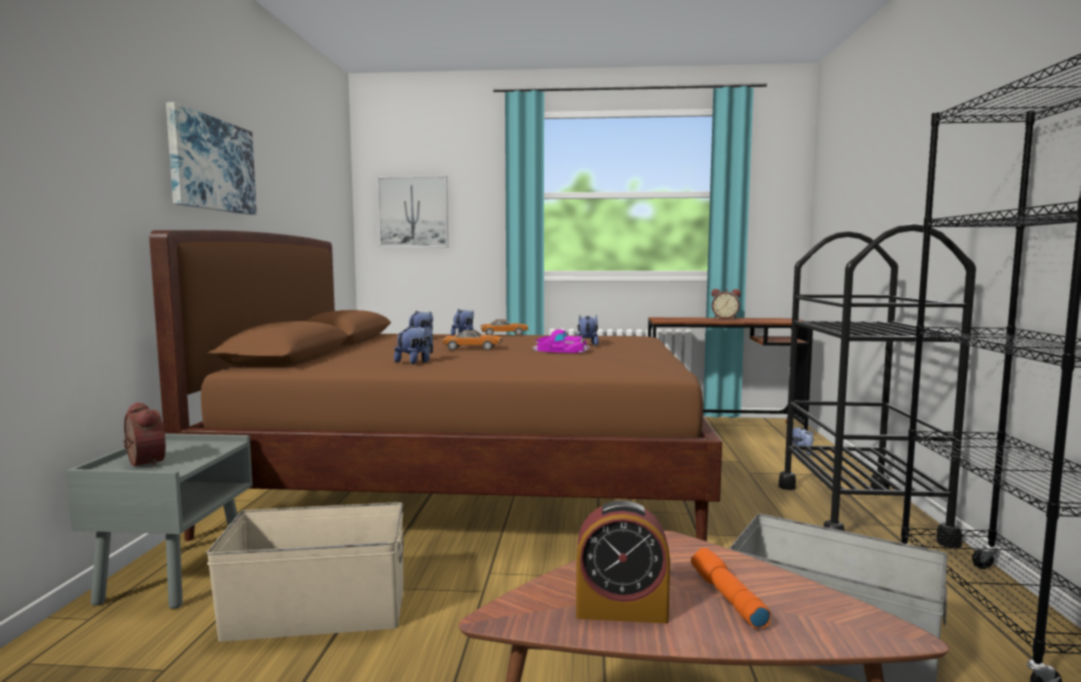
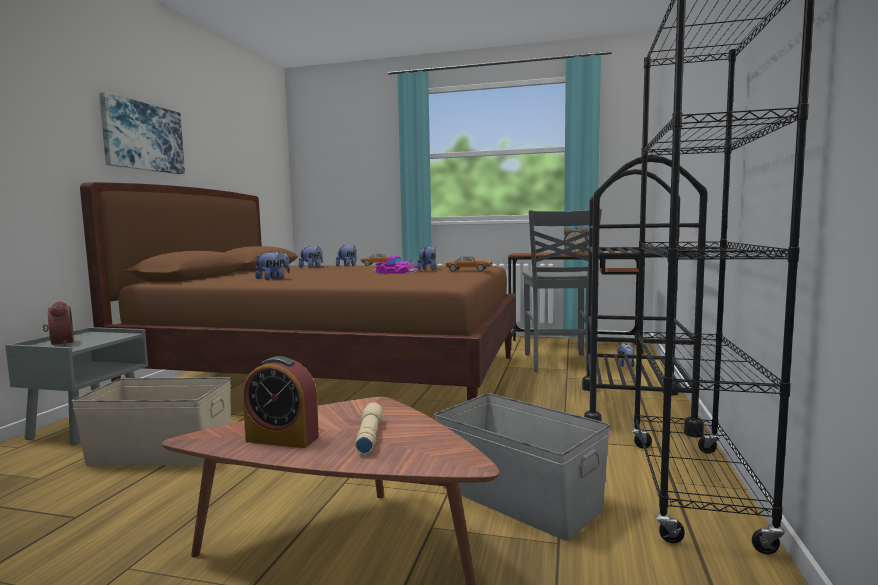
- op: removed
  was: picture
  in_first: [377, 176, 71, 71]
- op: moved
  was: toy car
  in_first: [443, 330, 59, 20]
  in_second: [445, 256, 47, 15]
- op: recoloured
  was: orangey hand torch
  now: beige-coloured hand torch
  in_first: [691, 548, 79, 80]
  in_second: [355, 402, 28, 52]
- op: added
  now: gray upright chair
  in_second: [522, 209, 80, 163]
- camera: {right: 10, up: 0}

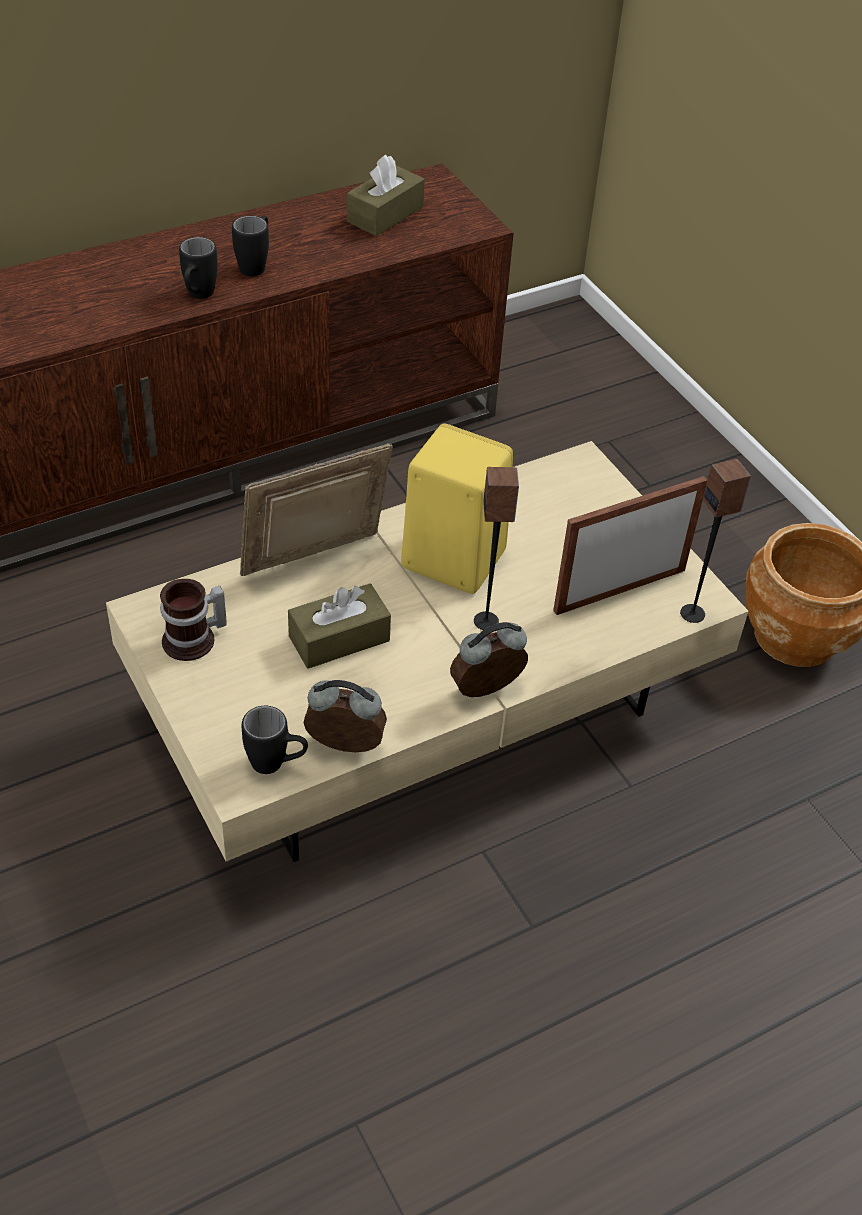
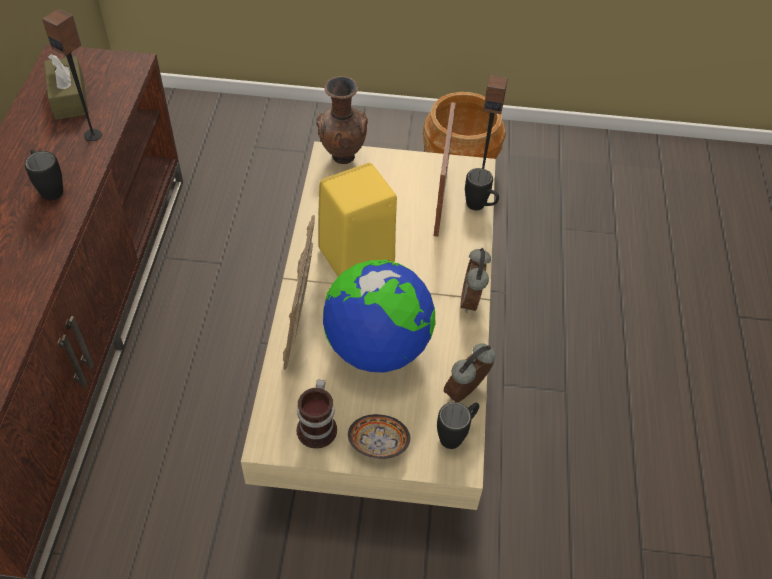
- op: moved
  was: black coffee mug
  in_first: [179, 237, 39, 62]
  in_second: [465, 168, 34, 42]
- op: moved
  was: speaker
  in_first: [474, 467, 45, 163]
  in_second: [42, 9, 60, 132]
- op: replaced
  was: brownish tissue box
  now: world globe
  in_first: [288, 584, 103, 85]
  in_second: [323, 260, 112, 113]
- op: added
  now: brownish flower vase
  in_second: [316, 76, 52, 88]
- op: added
  now: serving bowl
  in_second: [348, 414, 62, 45]
- camera: {right: -55, up: 5}

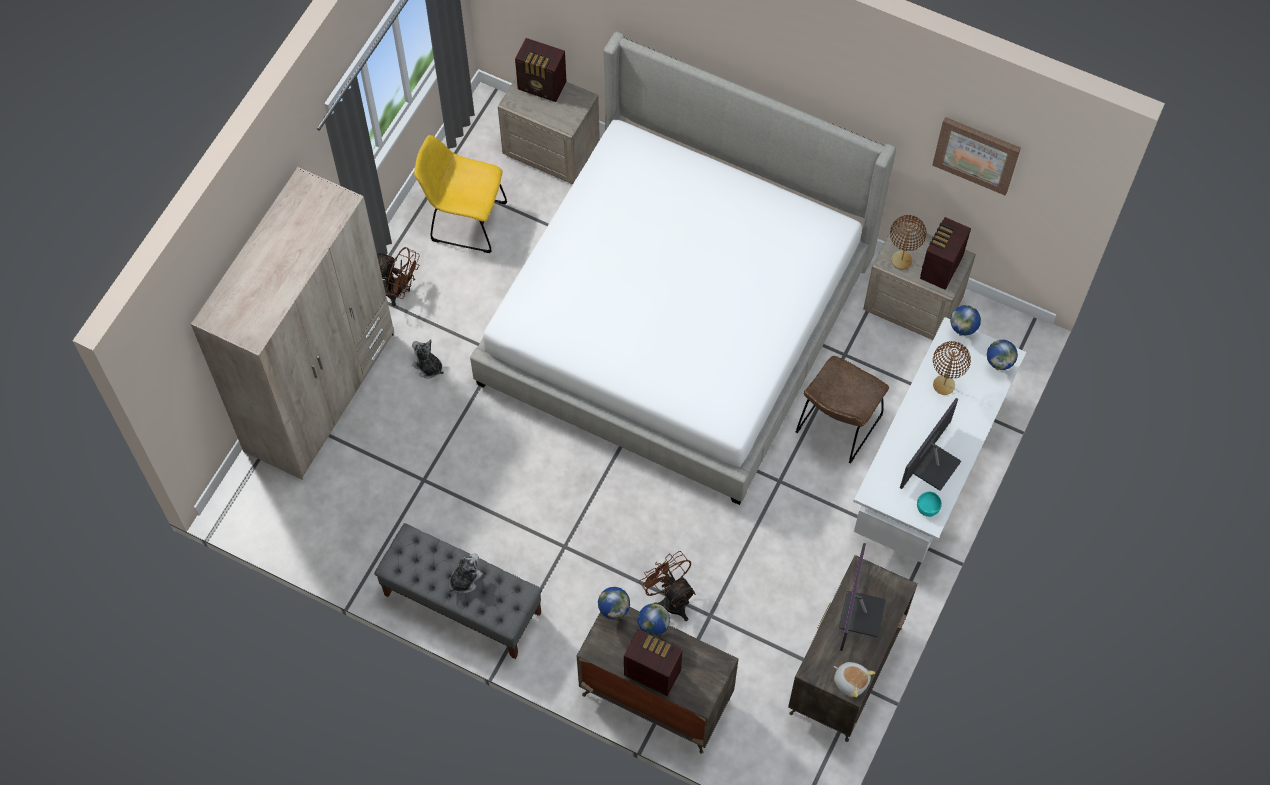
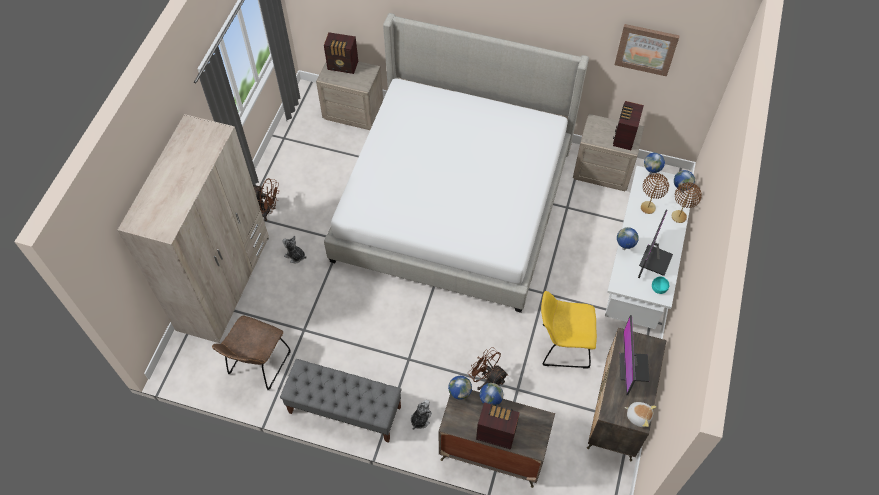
- op: moved
  was: yellow-coloured upright chair
  in_first: [414, 135, 93, 118]
  in_second: [541, 291, 56, 77]
- op: moved
  was: brownish lamp for a table
  in_first: [890, 215, 36, 54]
  in_second: [672, 182, 30, 41]
- op: moved
  was: brownish upright chair
  in_first: [796, 356, 93, 107]
  in_second: [212, 315, 79, 75]
- op: moved
  was: soft toy
  in_first: [449, 553, 34, 40]
  in_second: [411, 400, 21, 30]
- op: added
  now: world globe
  in_second: [617, 227, 22, 23]
- camera: {right: -10, up: -5}

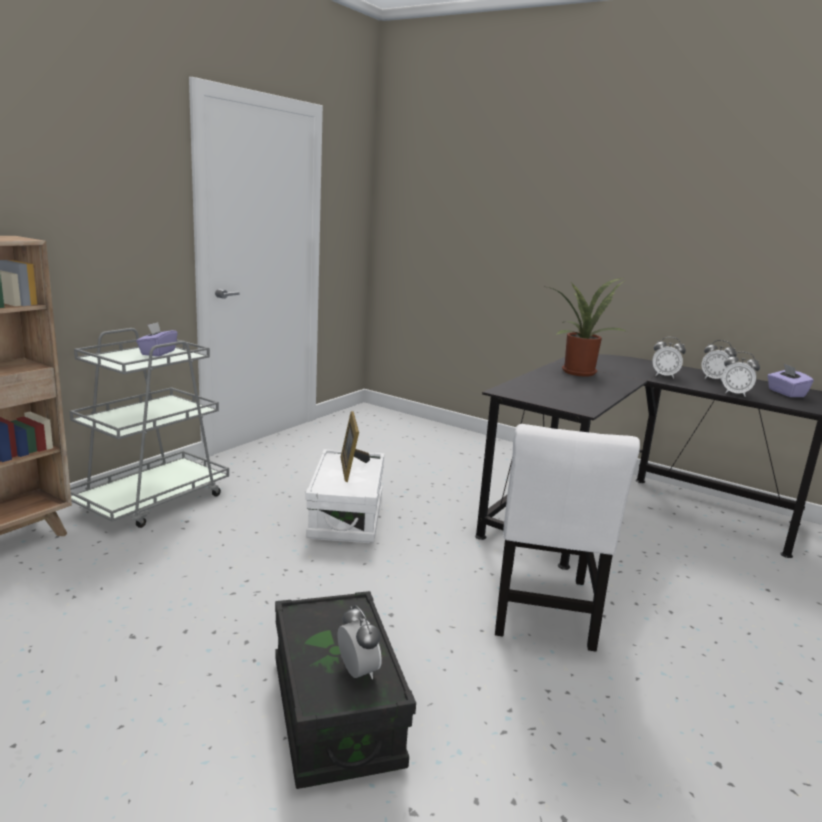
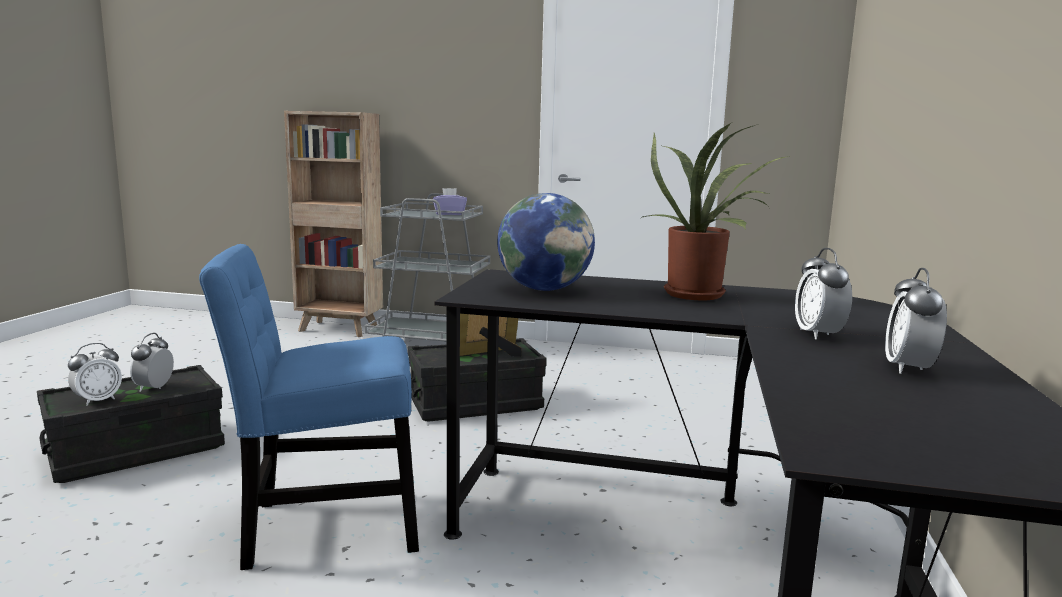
- op: moved
  was: alarm clock
  in_first: [722, 352, 38, 45]
  in_second: [130, 333, 44, 59]
- op: removed
  was: purple tissue box
  in_first: [767, 364, 47, 33]
- op: recoloured
  was: white upright chair
  now: blue-coloured upright chair
  in_first: [495, 424, 145, 228]
  in_second: [199, 244, 220, 326]
- op: recoloured
  was: white storage box
  now: black storage box
  in_first: [305, 449, 79, 94]
  in_second: [408, 338, 139, 84]
- op: added
  now: world globe
  in_second: [497, 193, 98, 98]
- camera: {right: 70, up: -5}

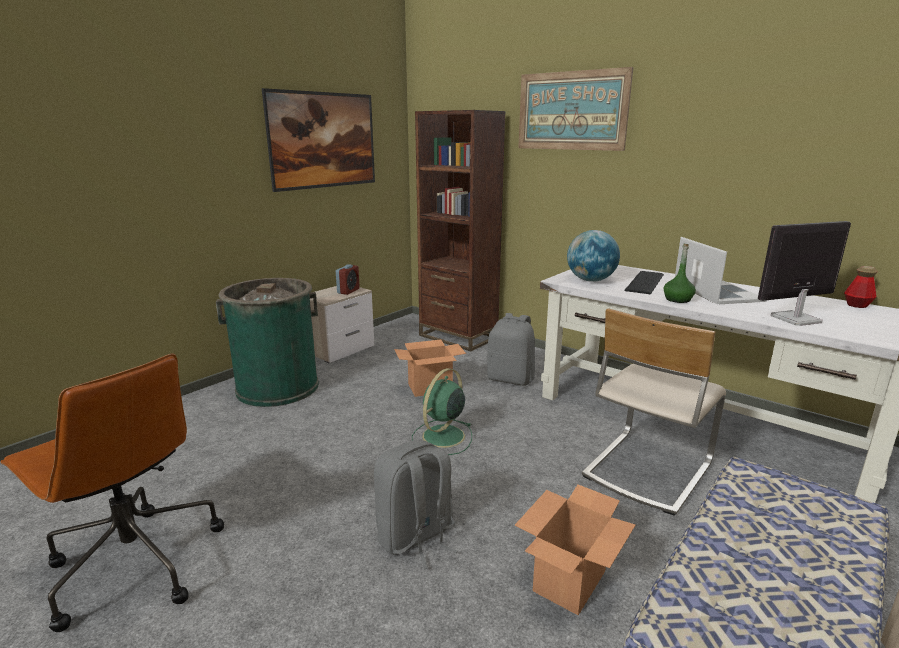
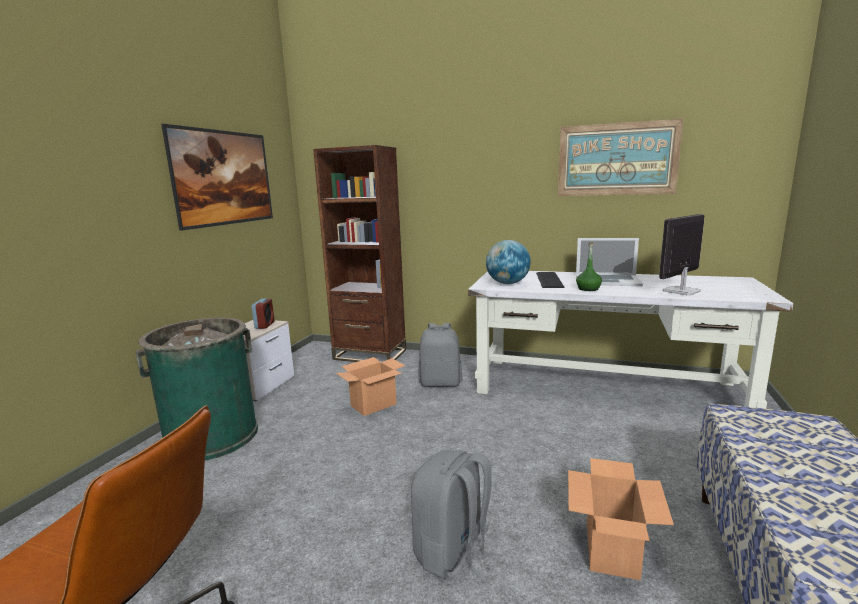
- op: moved
  was: picture
  in_first: [518, 67, 115, 84]
  in_second: [558, 119, 125, 77]
- op: turned
  was: laptop
  in_first: [675, 237, 92, 67]
  in_second: [576, 238, 67, 48]
  clockwise: 135
- op: removed
  was: beverage bottle
  in_first: [844, 266, 34, 42]
- op: removed
  was: beige-coloured upright chair
  in_first: [582, 309, 144, 207]
- op: removed
  was: greenish cooling fan
  in_first: [412, 368, 60, 87]
- camera: {right: -20, up: -5}

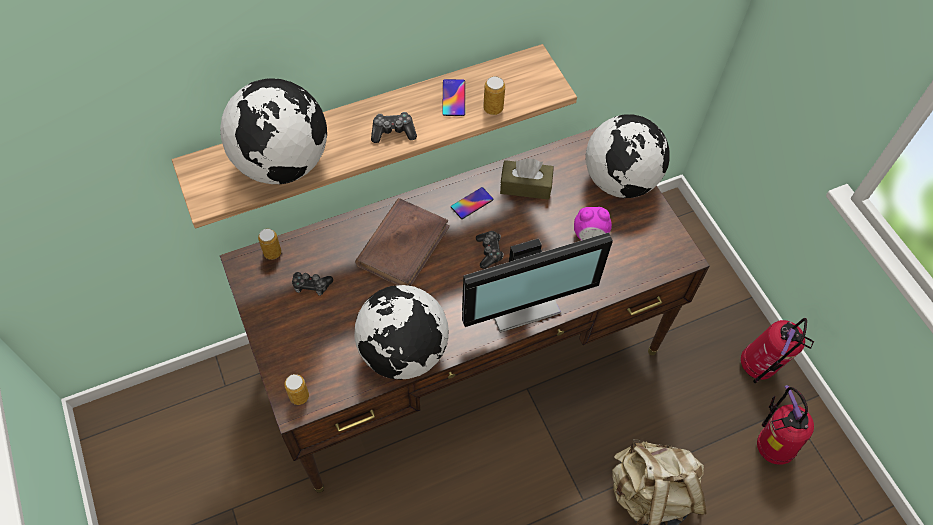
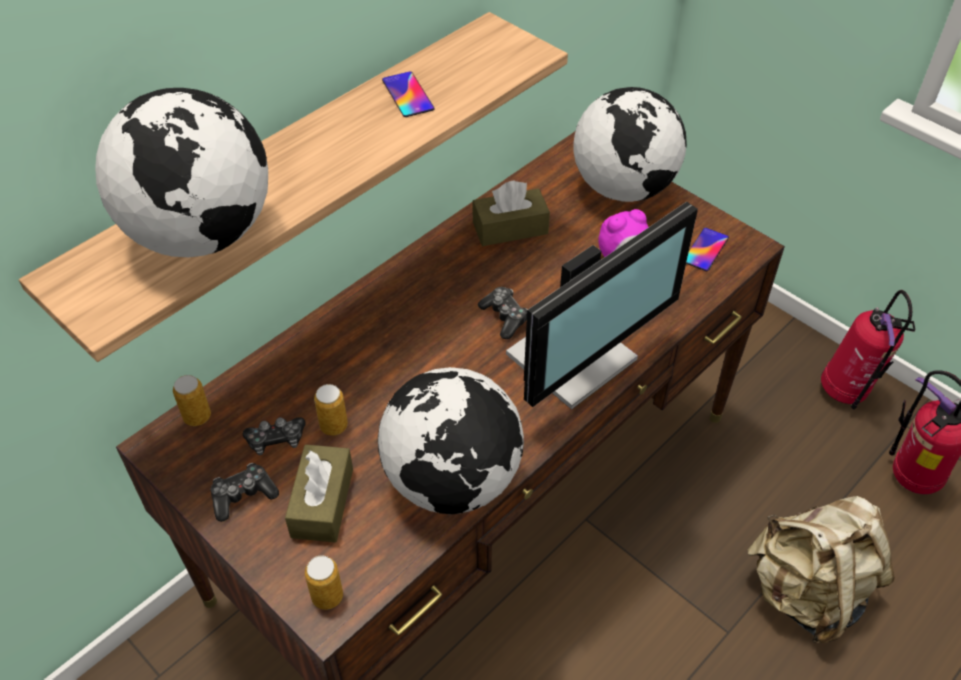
- op: moved
  was: can
  in_first: [483, 76, 22, 39]
  in_second: [314, 384, 34, 52]
- op: moved
  was: game controller
  in_first: [371, 112, 46, 31]
  in_second: [210, 463, 69, 59]
- op: moved
  was: telephone
  in_first: [451, 187, 43, 32]
  in_second: [686, 228, 43, 43]
- op: removed
  was: brownish volume
  in_first: [355, 198, 95, 88]
- op: added
  now: brownish tissue box
  in_second: [285, 444, 68, 99]
- camera: {right: -20, up: -10}

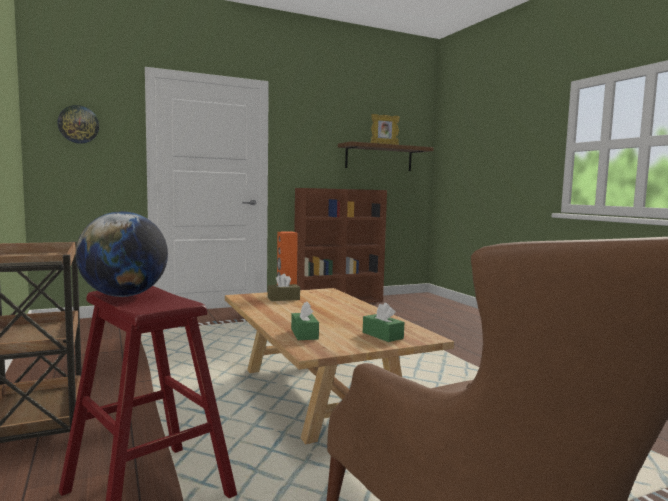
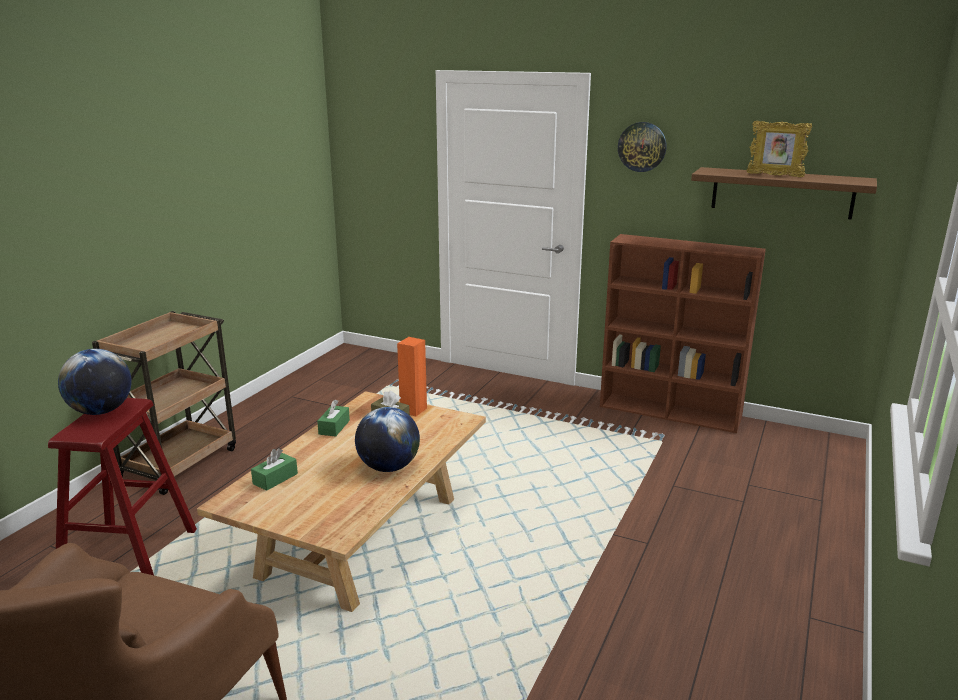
- op: moved
  was: wall clock
  in_first: [57, 105, 42, 39]
  in_second: [618, 122, 49, 50]
- op: moved
  was: greenish tissue box
  in_first: [363, 303, 41, 39]
  in_second: [317, 400, 33, 36]
- op: added
  now: world globe
  in_second: [355, 407, 65, 65]
- camera: {right: 50, up: 15}

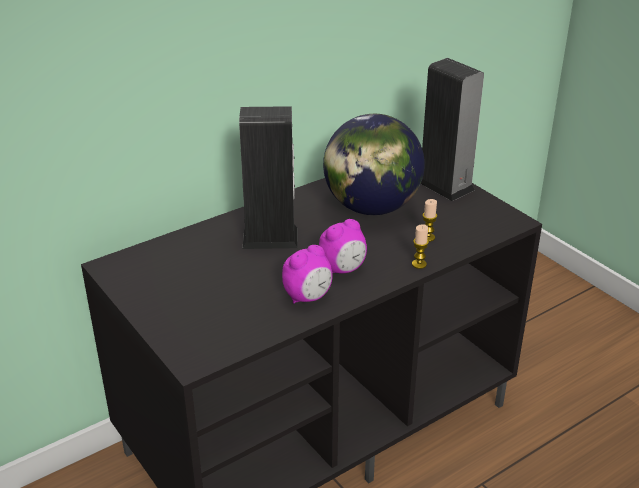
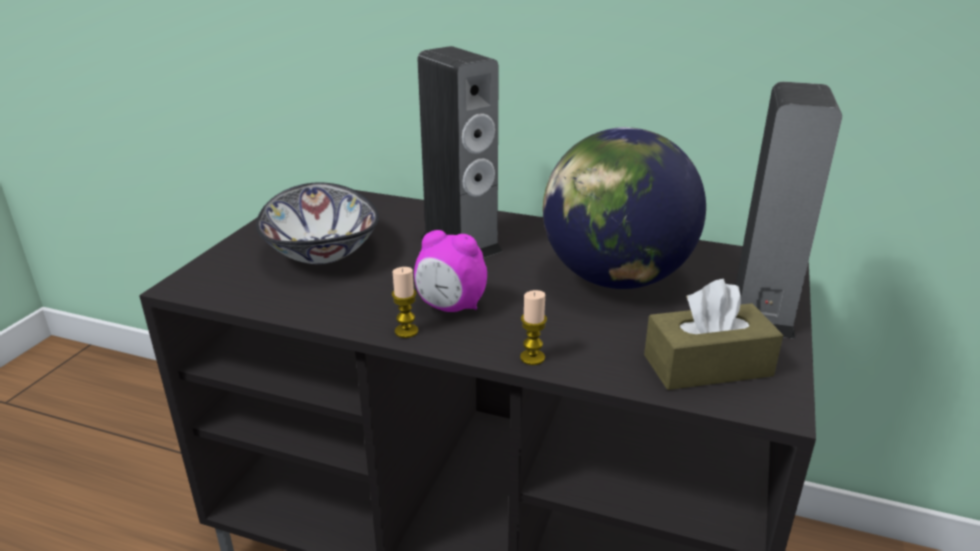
- op: moved
  was: wax light
  in_first: [423, 199, 14, 43]
  in_second: [392, 267, 26, 71]
- op: removed
  was: alarm clock
  in_first: [282, 245, 51, 59]
- op: added
  now: serving bowl
  in_second: [256, 182, 123, 82]
- op: added
  now: brownish tissue box
  in_second: [644, 279, 139, 111]
- camera: {right: 55, up: -5}

